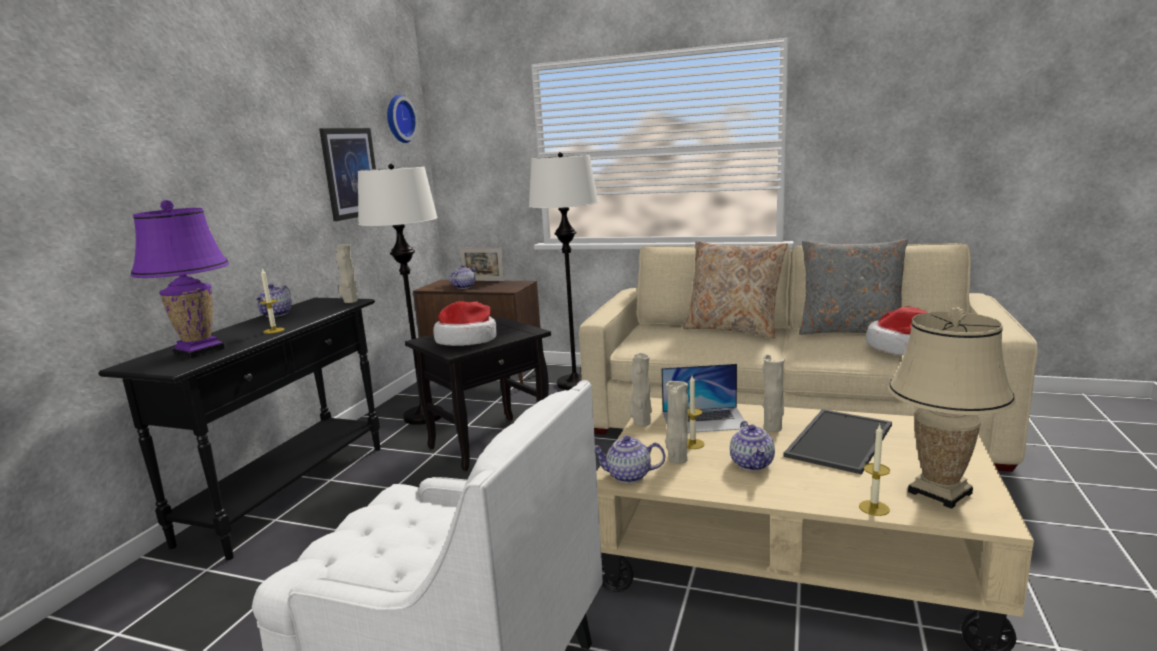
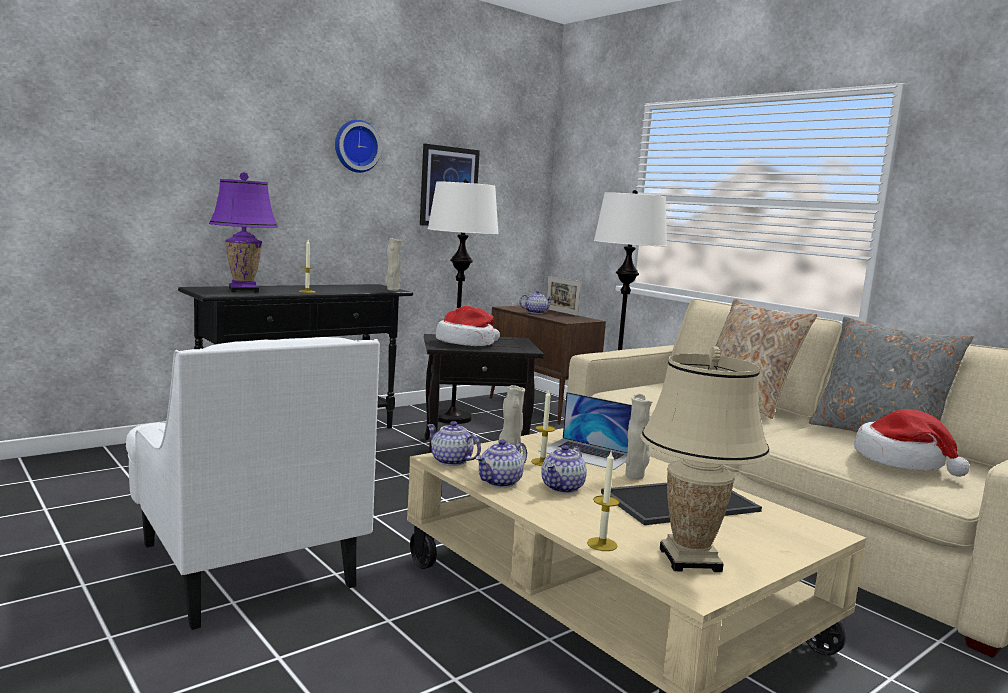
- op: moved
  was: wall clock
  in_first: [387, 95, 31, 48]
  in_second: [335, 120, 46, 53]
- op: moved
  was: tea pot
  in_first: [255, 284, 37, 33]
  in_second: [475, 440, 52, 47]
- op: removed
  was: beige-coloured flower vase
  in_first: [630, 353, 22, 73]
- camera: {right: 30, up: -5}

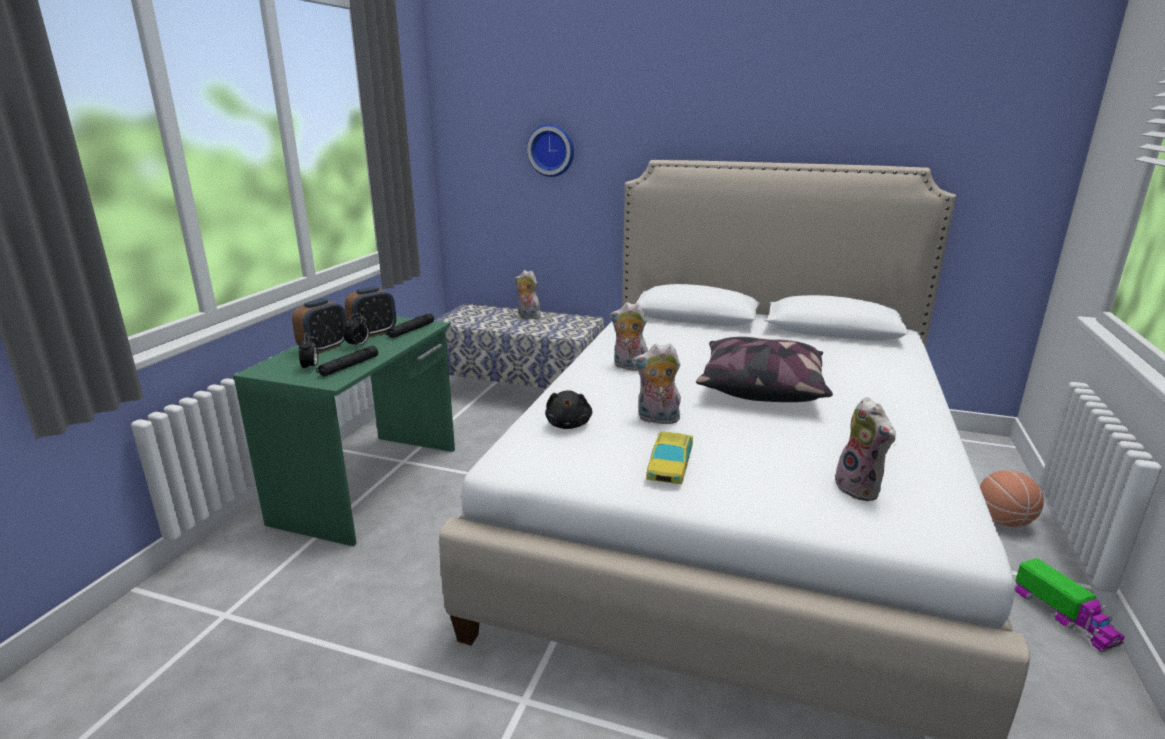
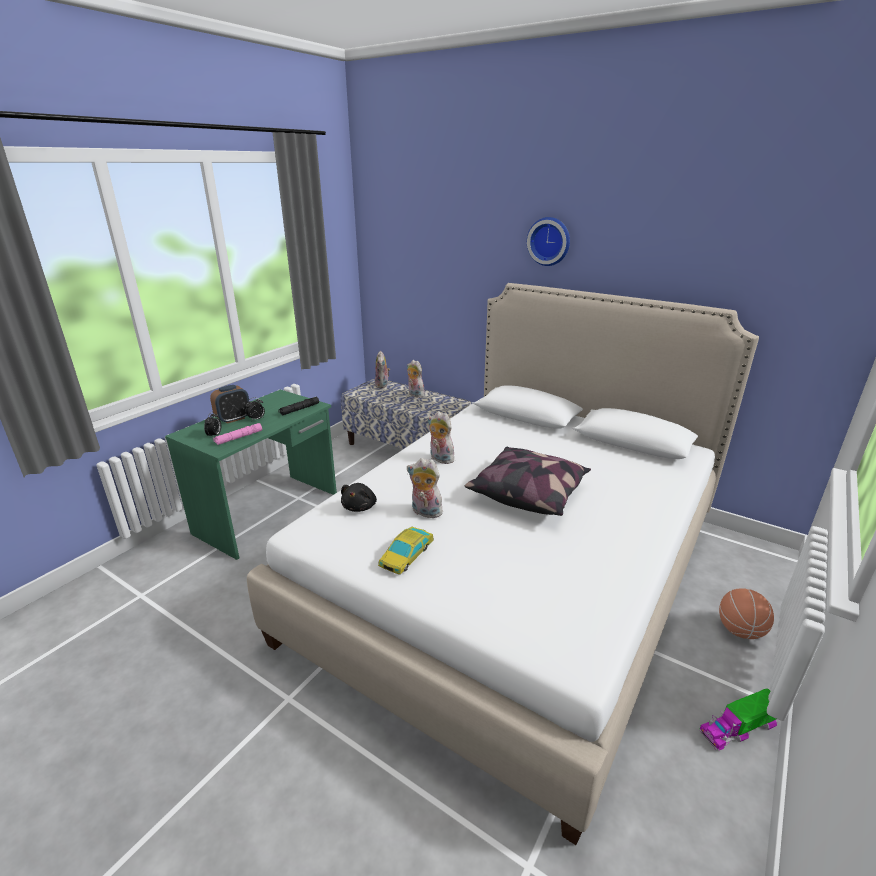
- op: moved
  was: wall clock
  in_first: [527, 124, 47, 53]
  in_second: [527, 217, 43, 49]
- op: removed
  was: alarm clock
  in_first: [345, 286, 51, 51]
- op: recoloured
  was: black hand torch
  now: pink-coloured hand torch
  in_first: [316, 346, 62, 31]
  in_second: [213, 423, 49, 22]
- op: moved
  was: soft toy
  in_first: [834, 397, 62, 104]
  in_second: [375, 351, 15, 37]
- op: turned
  was: model truck
  in_first: [1015, 558, 110, 94]
  in_second: [699, 688, 79, 63]
  clockwise: 75
- camera: {right: 15, up: 5}

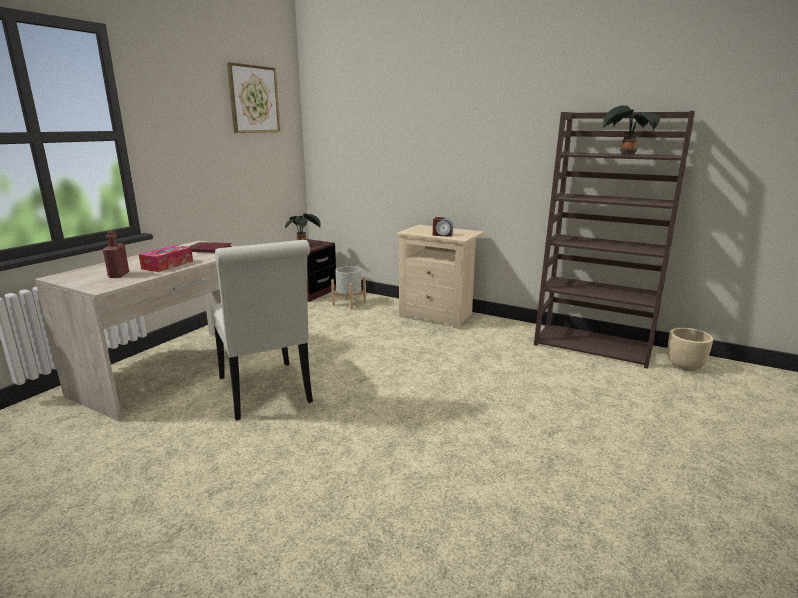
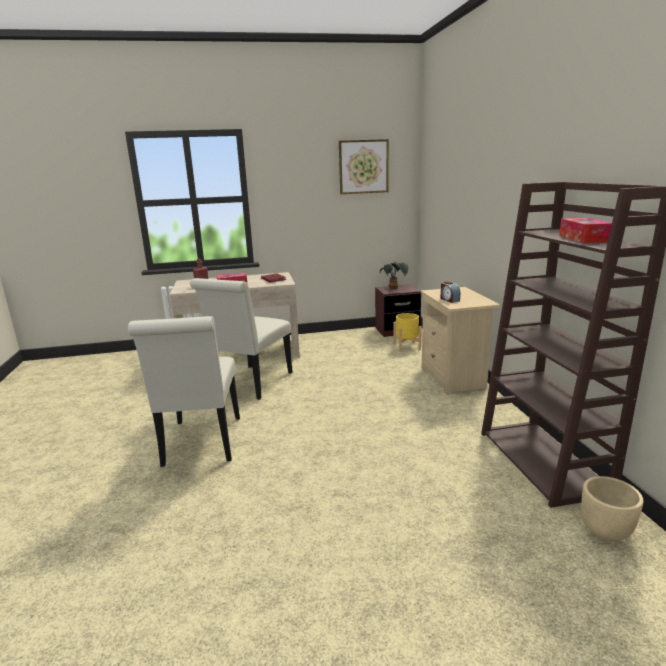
- op: replaced
  was: houseplant
  now: tissue box
  in_first: [602, 105, 58, 50]
  in_second: [559, 218, 53, 25]
- op: recoloured
  was: gray flower pot
  now: yellow-coloured flower pot
  in_first: [331, 266, 35, 44]
  in_second: [393, 313, 29, 39]
- op: added
  now: white upright chair
  in_second: [128, 316, 112, 151]
- camera: {right: 50, up: 0}

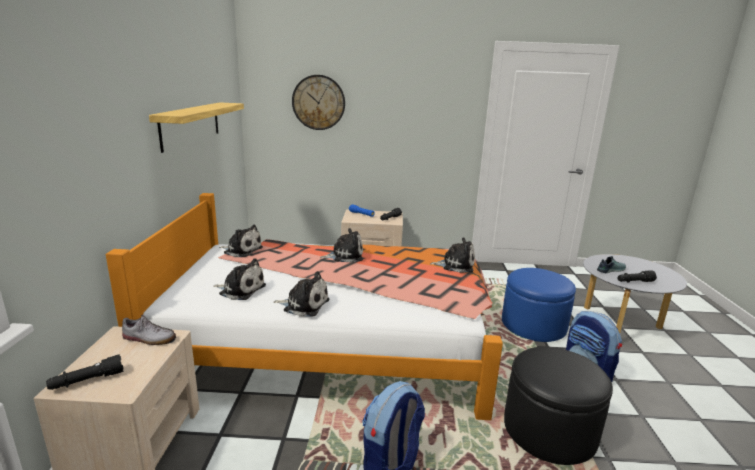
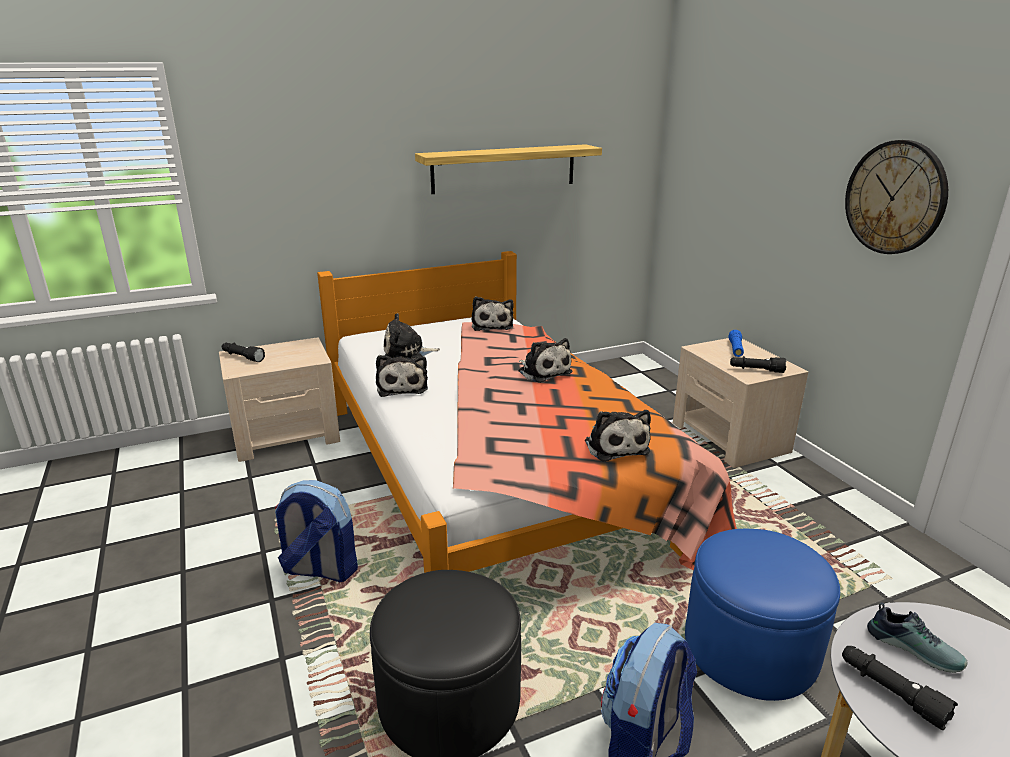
- op: moved
  was: wall clock
  in_first: [292, 75, 53, 55]
  in_second: [845, 140, 103, 114]
- op: turned
  was: soft toy
  in_first: [213, 258, 53, 42]
  in_second: [384, 313, 56, 47]
  clockwise: 90
- op: removed
  was: low shoe
  in_first: [122, 315, 54, 30]
- camera: {right: 65, up: 5}

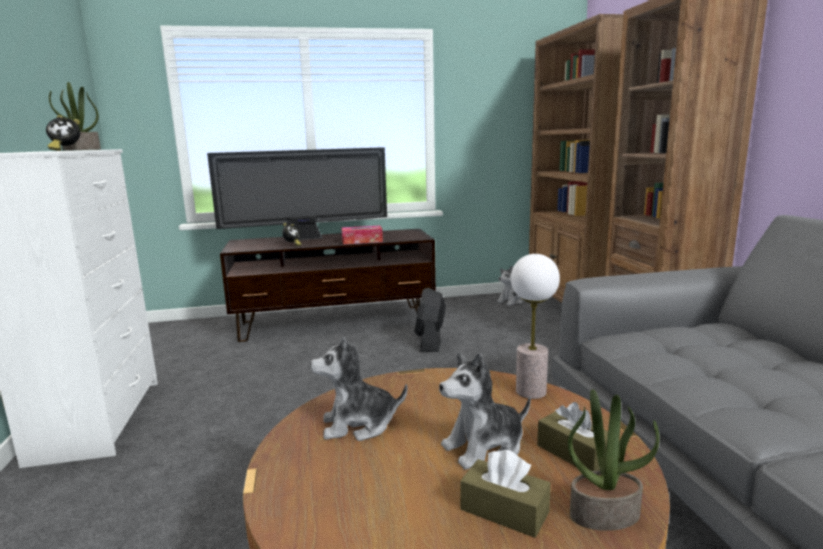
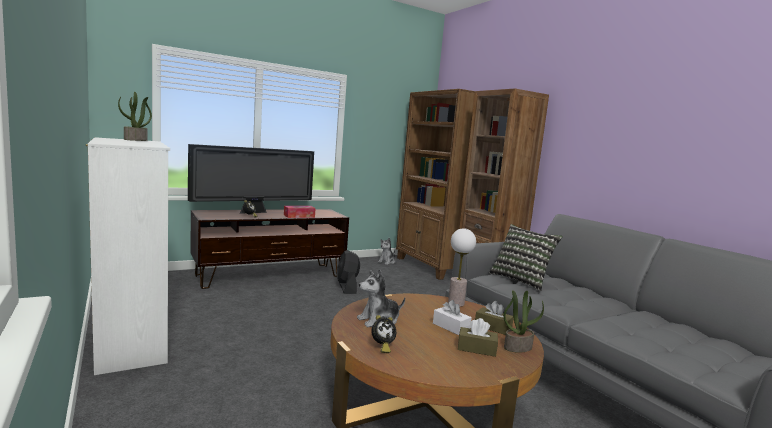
- op: moved
  was: alarm clock
  in_first: [46, 115, 34, 36]
  in_second: [372, 315, 24, 38]
- op: replaced
  was: soft toy
  now: white tissue box
  in_first: [439, 352, 92, 118]
  in_second: [433, 300, 39, 35]
- op: added
  now: cushion
  in_second: [489, 224, 74, 67]
- camera: {right: -20, up: -5}

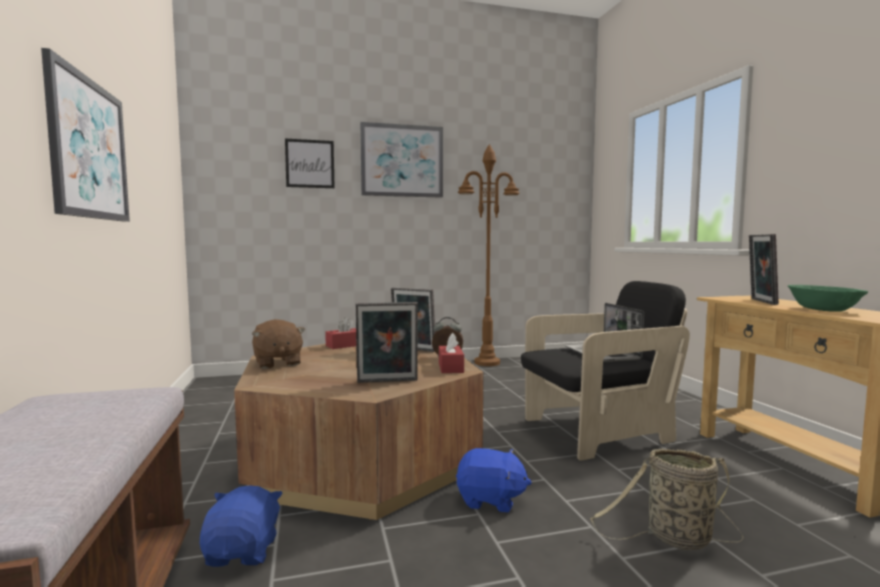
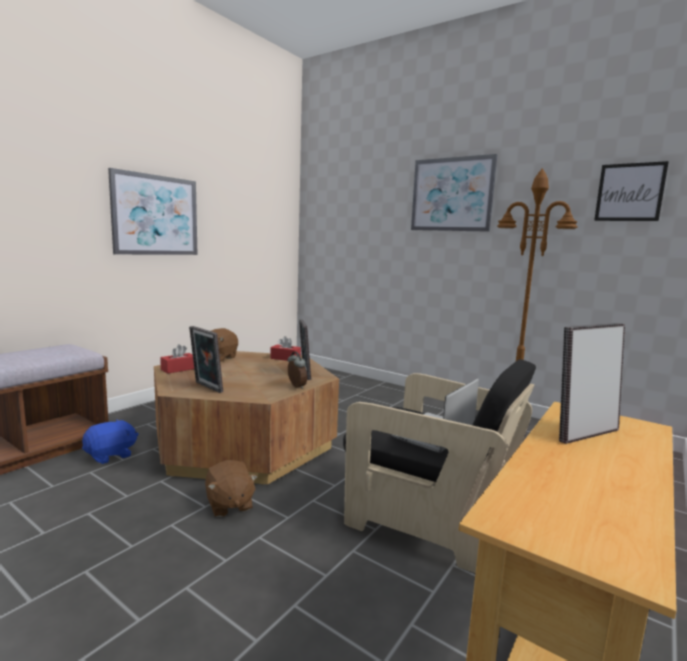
- op: moved
  was: picture
  in_first: [285, 139, 50, 49]
  in_second: [594, 161, 75, 60]
- op: removed
  was: greenish serving bowl
  in_first: [788, 285, 81, 27]
- op: moved
  was: red-coloured tissue box
  in_first: [439, 333, 25, 40]
  in_second: [160, 344, 34, 30]
- op: recoloured
  was: blue-coloured soft toy
  now: brownish soft toy
  in_first: [456, 448, 76, 64]
  in_second: [205, 460, 53, 57]
- op: removed
  was: storage basket
  in_first: [590, 449, 154, 101]
- camera: {right: 50, up: 5}

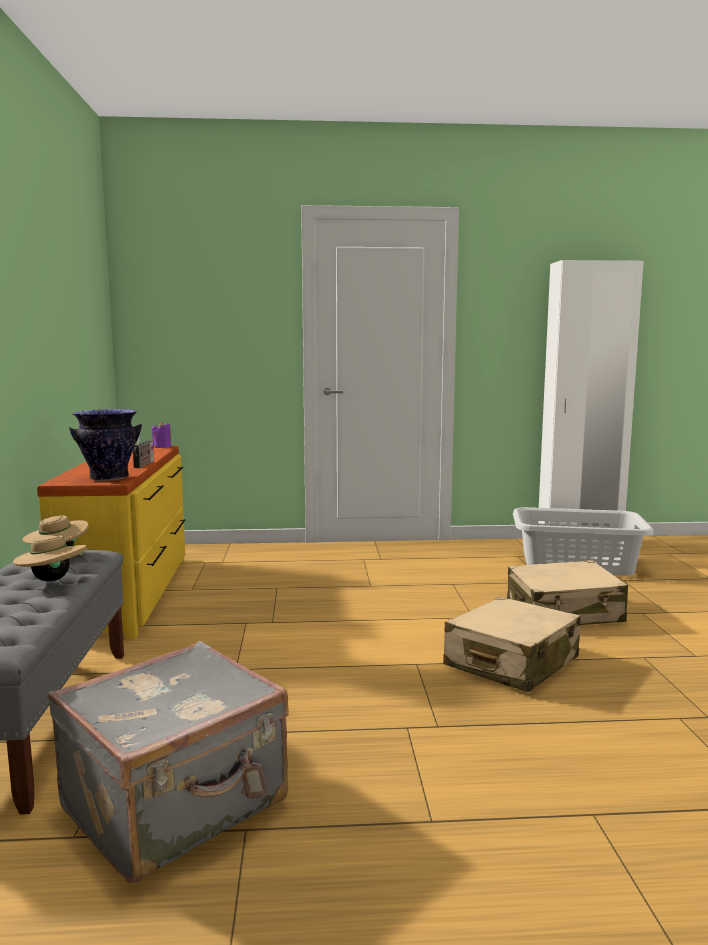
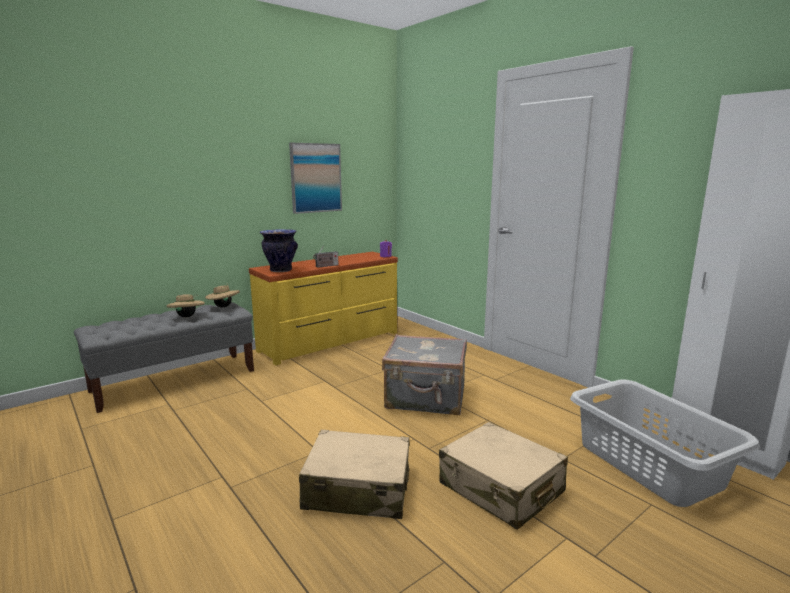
- op: moved
  was: gray piece of luggage
  in_first: [48, 641, 241, 242]
  in_second: [382, 334, 85, 81]
- op: added
  now: picture
  in_second: [289, 143, 53, 71]
- camera: {right: 55, up: 5}

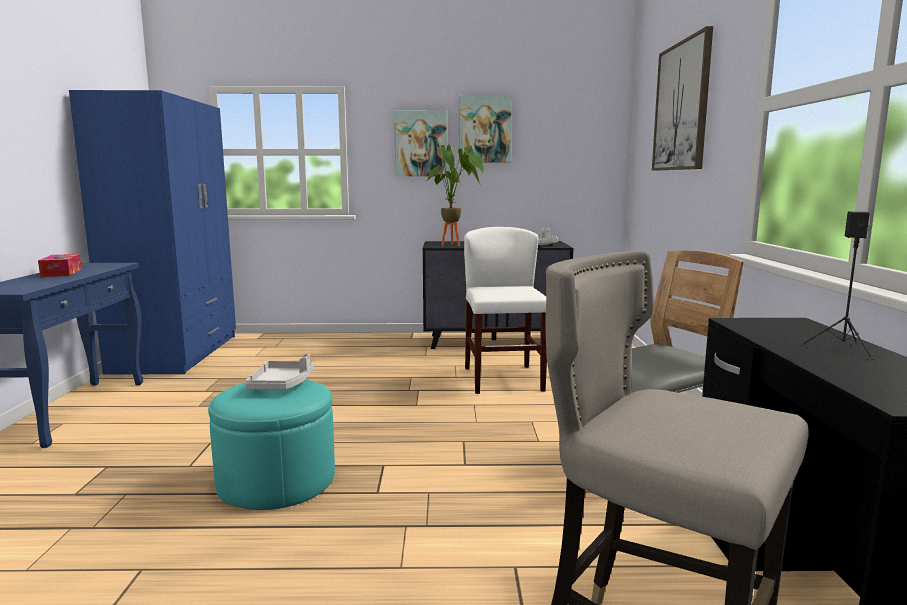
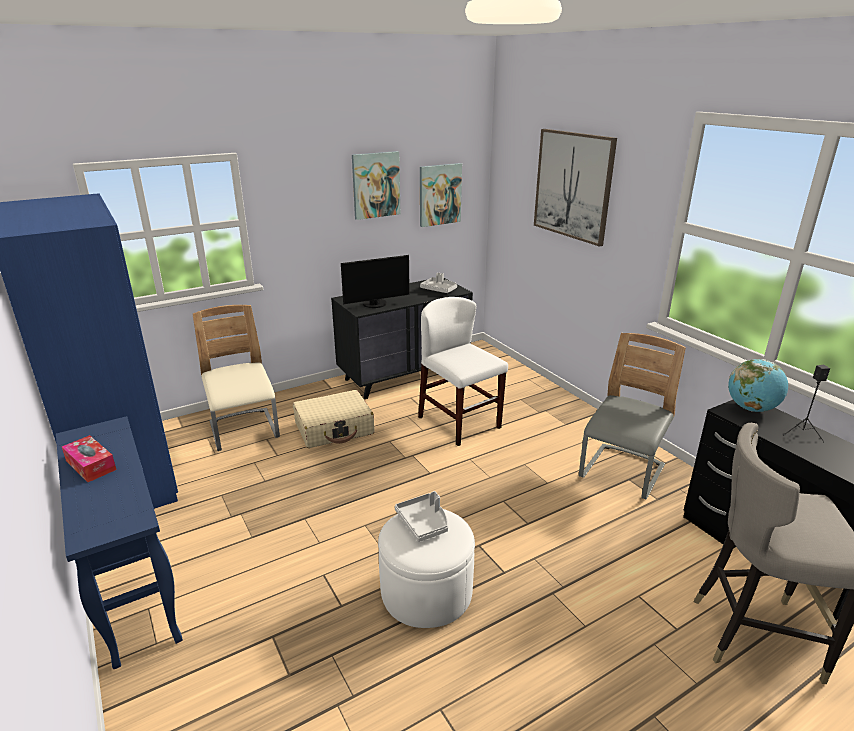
- op: moved
  was: picture
  in_first: [394, 110, 53, 67]
  in_second: [420, 163, 42, 64]
- op: replaced
  was: houseplant
  now: monitor
  in_first: [427, 144, 57, 102]
  in_second: [341, 255, 69, 53]
- op: recoloured
  was: turquoise ottoman
  now: white ottoman
  in_first: [208, 380, 127, 130]
  in_second: [378, 509, 97, 119]
- op: added
  now: beige-coloured upright chair
  in_second: [193, 305, 87, 146]
- op: added
  now: world globe
  in_second: [728, 359, 60, 53]
- op: added
  now: beige-coloured piece of luggage
  in_second: [293, 390, 81, 58]
- camera: {right: -30, up: 15}

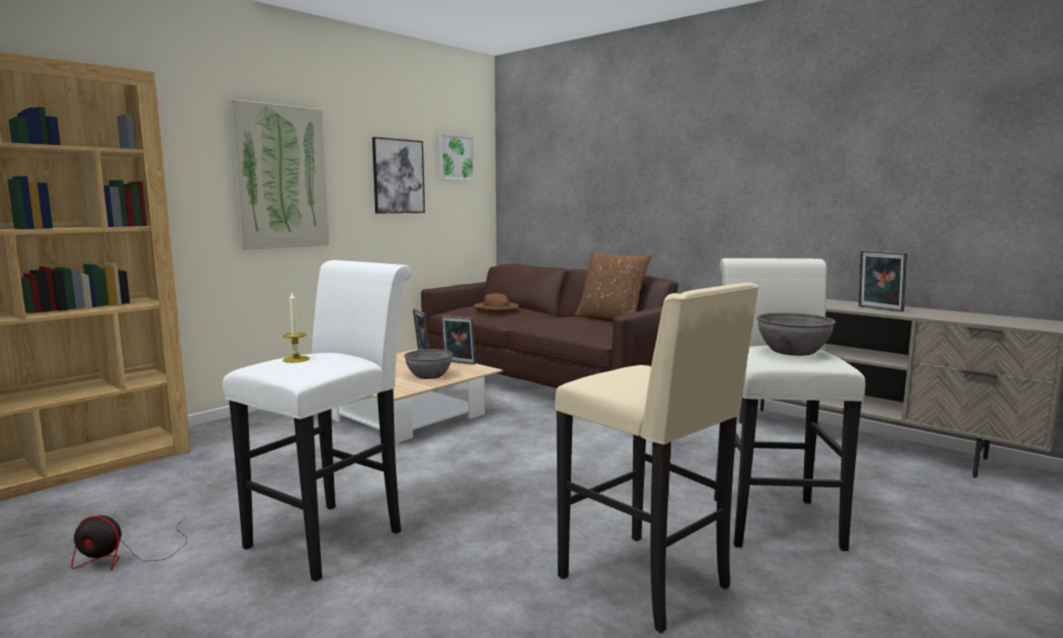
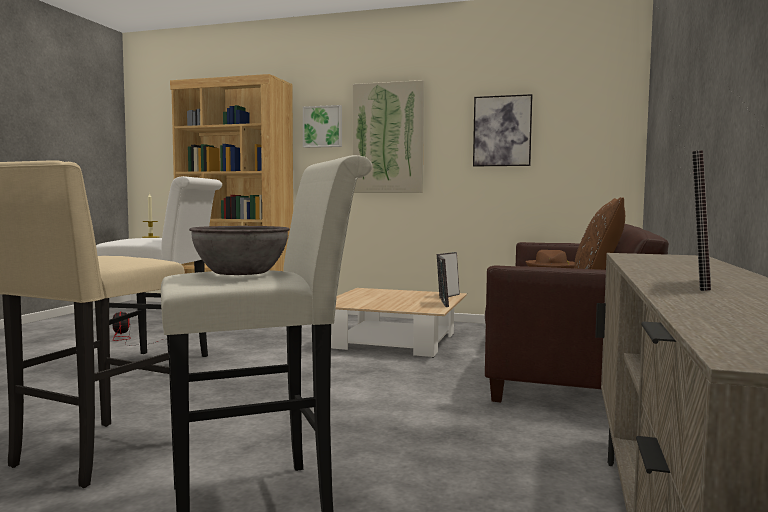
- op: moved
  was: picture
  in_first: [438, 134, 36, 46]
  in_second: [303, 105, 39, 43]
- op: removed
  was: gray serving bowl
  in_first: [404, 349, 49, 30]
- camera: {right: 65, up: -5}

